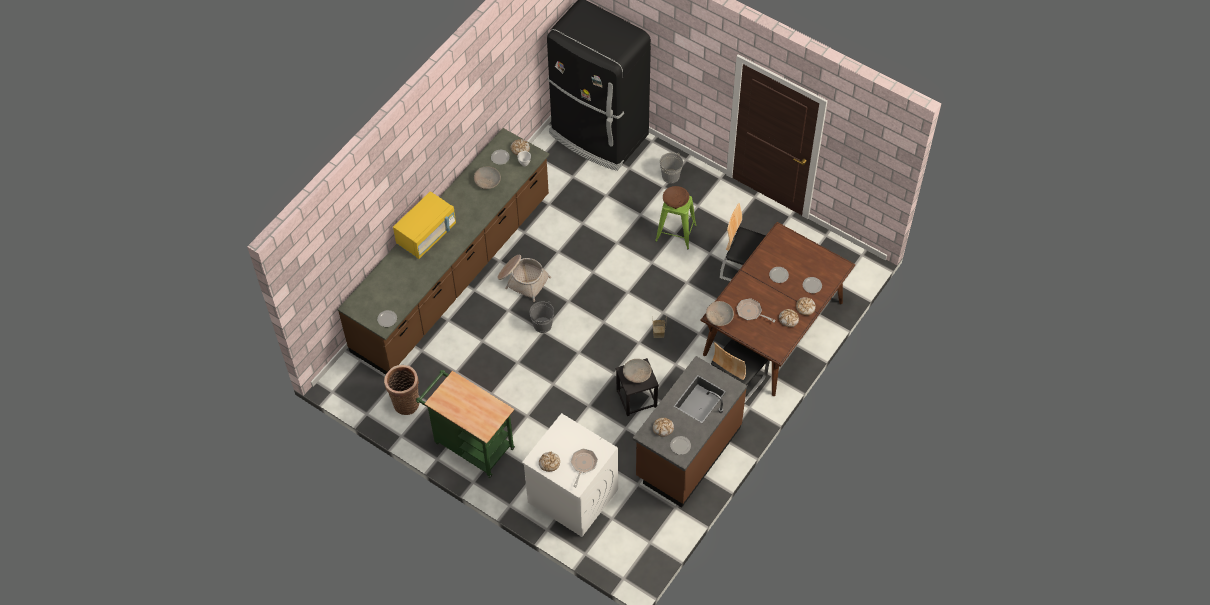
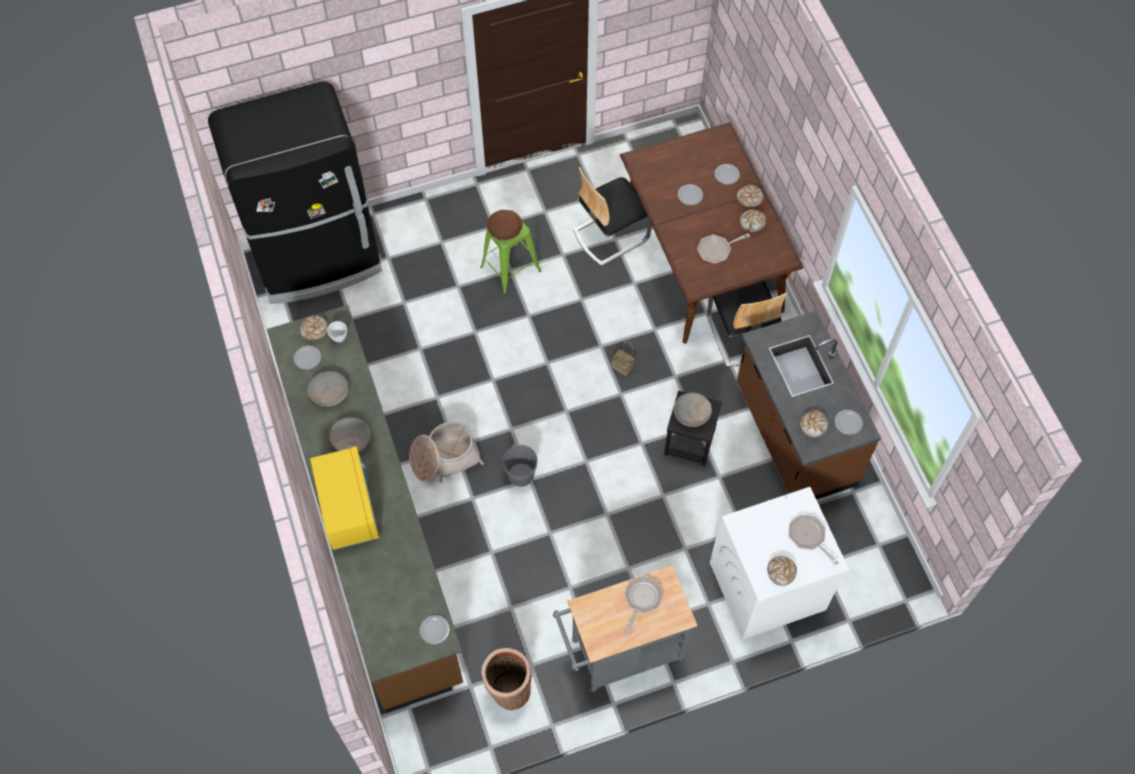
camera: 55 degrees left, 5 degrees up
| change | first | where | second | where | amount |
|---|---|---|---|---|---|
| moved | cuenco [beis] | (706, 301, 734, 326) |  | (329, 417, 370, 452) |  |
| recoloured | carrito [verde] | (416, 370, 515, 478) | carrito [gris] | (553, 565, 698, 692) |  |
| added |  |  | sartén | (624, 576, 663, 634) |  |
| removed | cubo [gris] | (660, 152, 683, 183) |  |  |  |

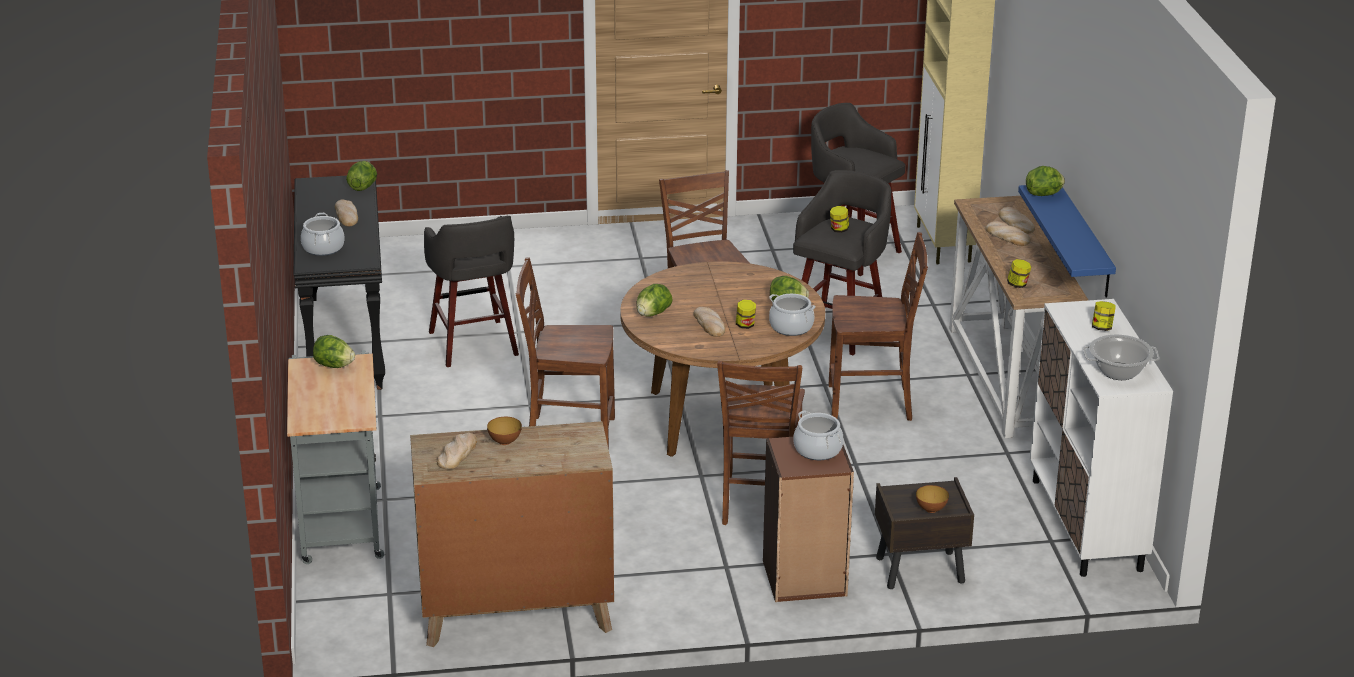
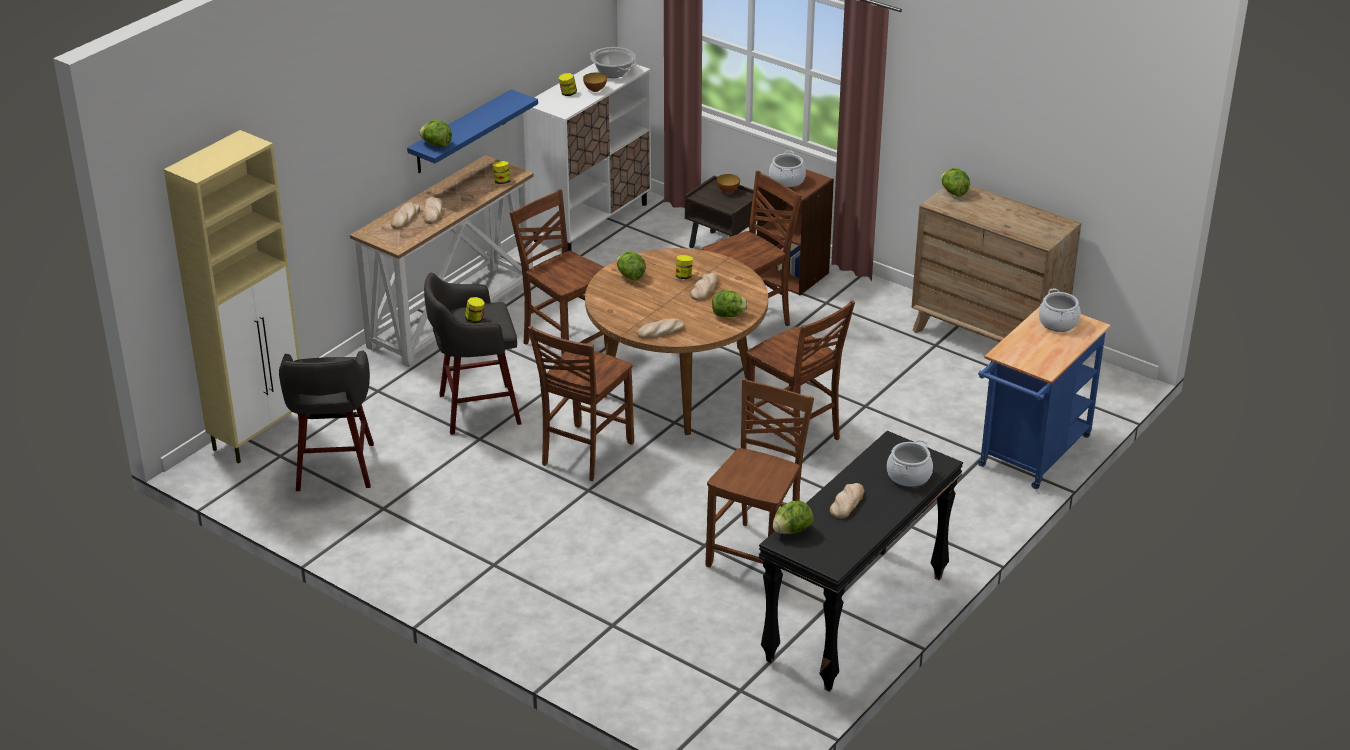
camera: 135 degrees left, 5 degrees up
| change | first | where | second | where | amount |
|---|---|---|---|---|---|
| moved | cuenco | (487, 417, 522, 445) |  | (583, 73, 607, 92) |  |
| moved | pan | (437, 433, 477, 470) |  | (637, 319, 685, 339) |  |
| replaced | taburete [gris] | (424, 216, 519, 367) | silla [marrón] | (706, 378, 814, 568) |  |
| moved | lechuga | (313, 335, 355, 368) |  | (941, 168, 970, 197) |  |
| recoloured | carrito [gris] | (287, 350, 384, 564) | carrito [azul] | (978, 306, 1111, 489) |  |
| moved | olla | (769, 294, 815, 336) |  | (1038, 288, 1081, 332) |  |

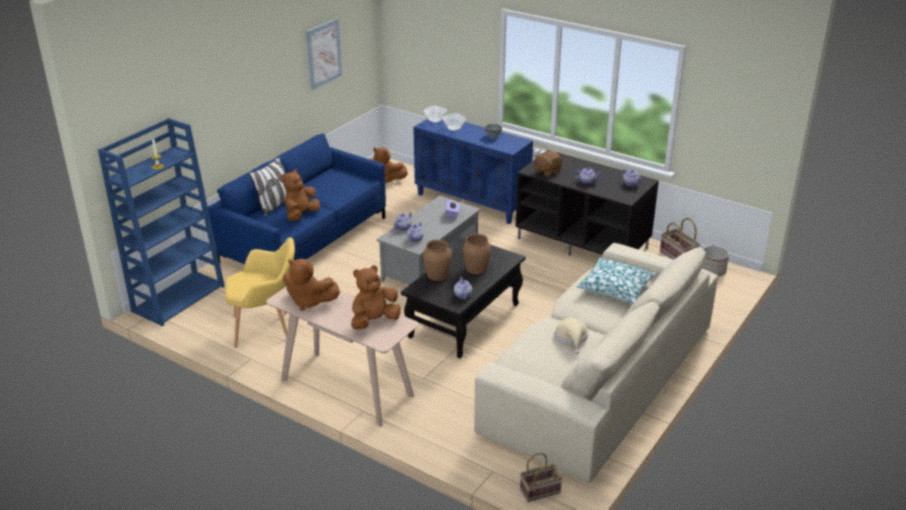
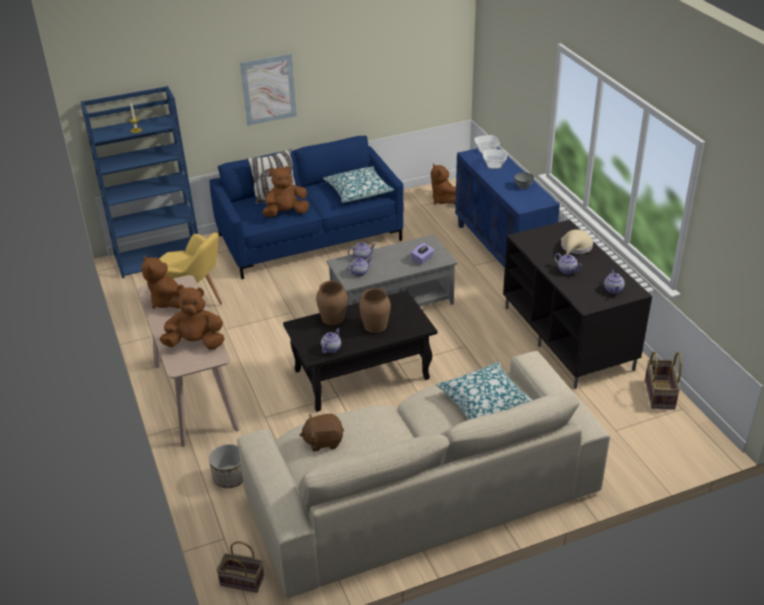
camera: 35 degrees right, 5 degrees up
| change | first | where | second | where | amount |
|---|---|---|---|---|---|
| moved | maceta | (702, 245, 729, 276) |  | (209, 444, 243, 488) |  |
| moved | cuadro | (306, 18, 342, 90) |  | (240, 54, 297, 125) |  |
| moved | peluche [marrón] | (534, 151, 562, 177) |  | (300, 414, 344, 451) |  |
| added |  |  | cojín | (323, 166, 394, 203) |  |
| moved | sombrero [beis] | (555, 318, 588, 354) |  | (561, 230, 593, 254) |  |

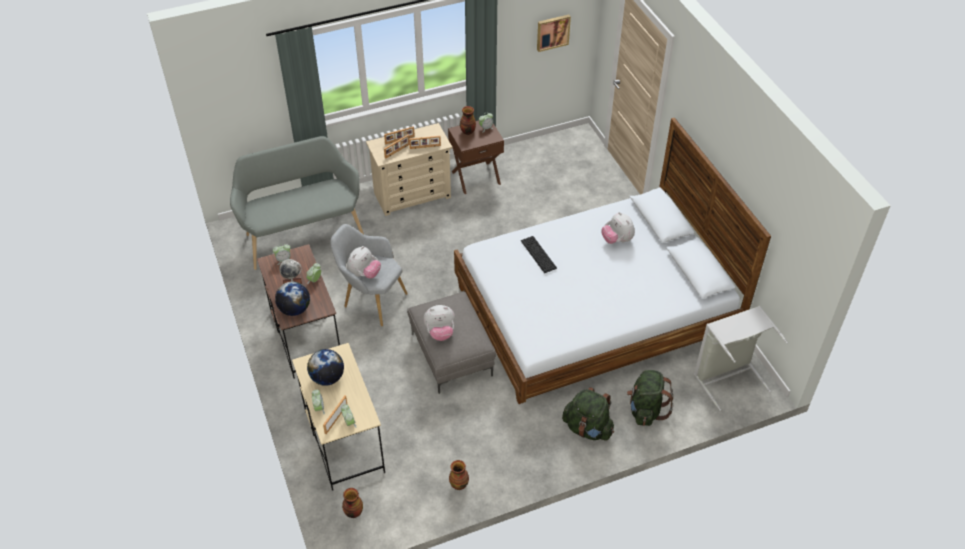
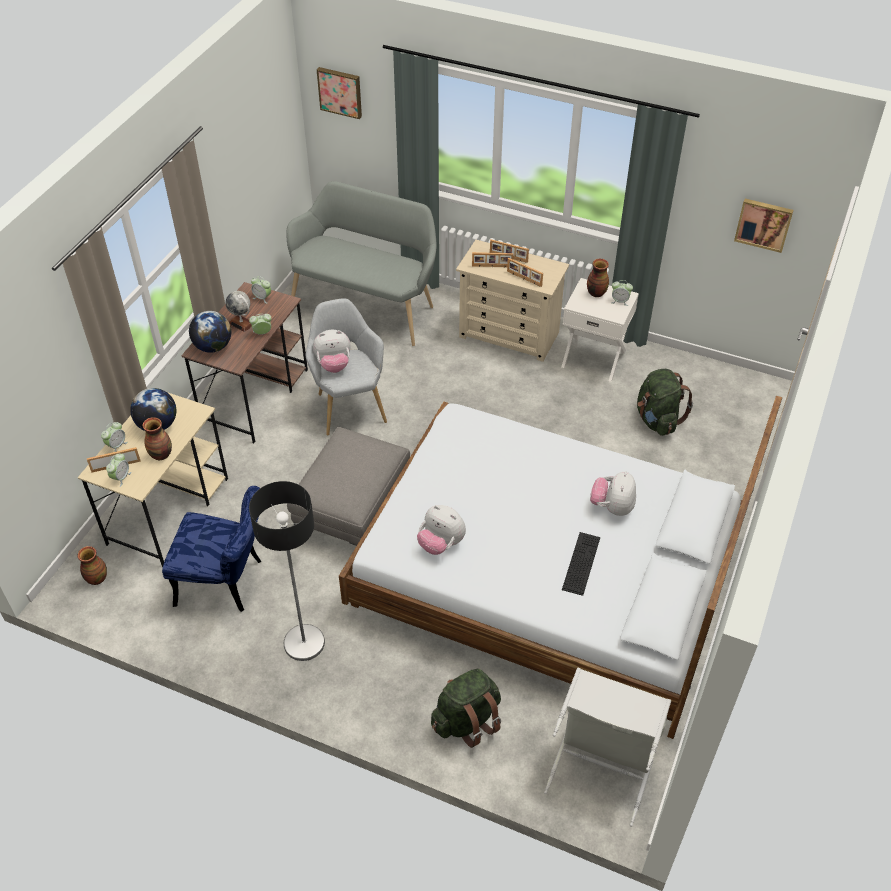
camera: 45 degrees right, 0 degrees up
| change | first | where | second | where | amount |
|---|---|---|---|---|---|
| moved | florero | (449, 460, 469, 490) |  | (142, 417, 172, 461) |  |
| added |  |  | silla [azul] | (162, 486, 261, 612) |  |
| added |  |  | lámpara de pie | (249, 481, 325, 661) |  |
| added |  |  | cuadro | (317, 67, 362, 119) |  |
| moved | peluche | (424, 305, 455, 341) |  | (417, 505, 466, 555) |  |
| recoloured | mesita de noche [marrón] | (448, 121, 504, 194) | mesita de noche [blanco] | (562, 278, 639, 382) |  |
| moved | teclado | (521, 236, 557, 273) |  | (562, 532, 600, 596) |  |
| moved | mochila [verde] | (562, 387, 614, 441) |  | (637, 369, 693, 436) |  |

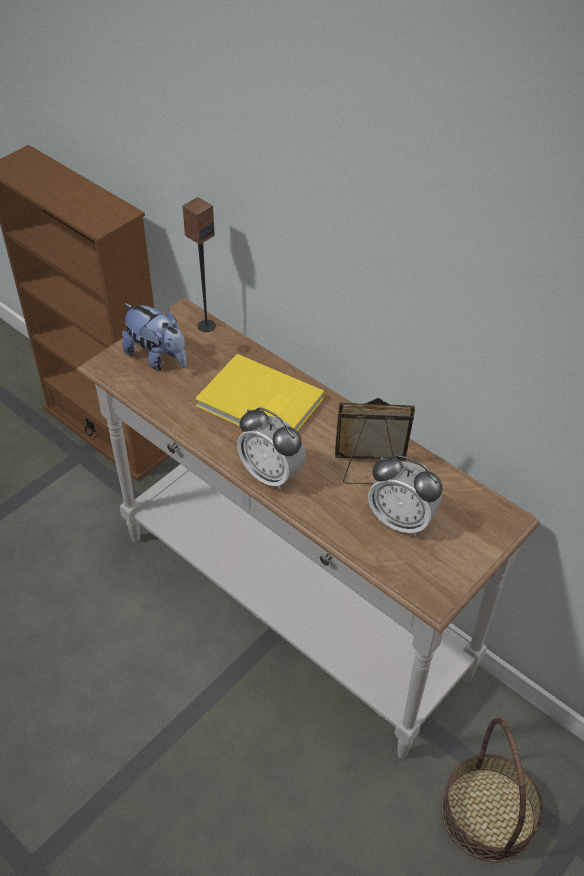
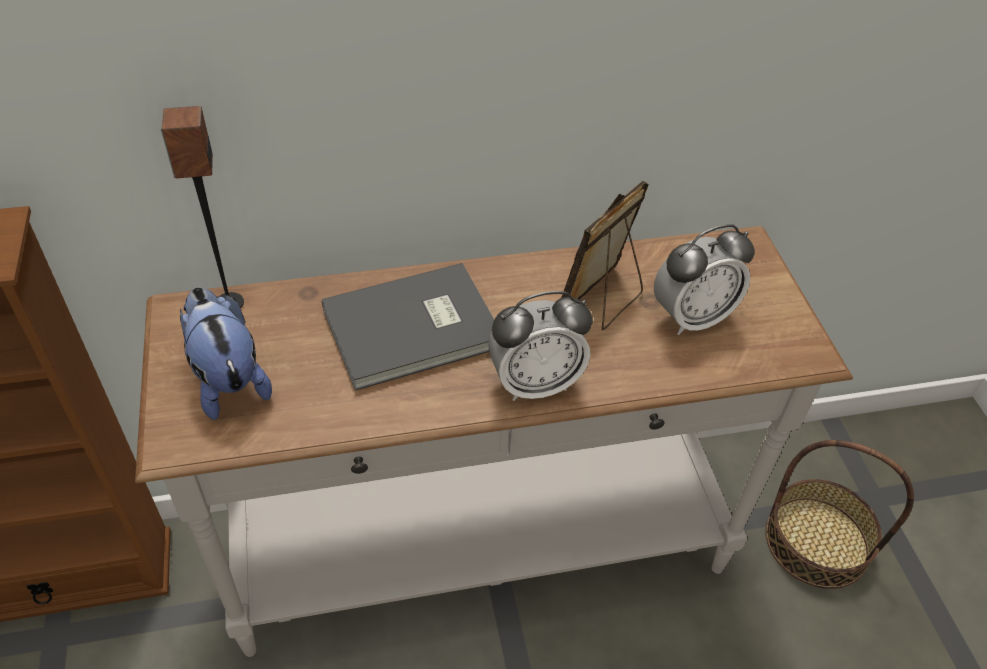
camera: 55 degrees left, 0 degrees up
| change | first | where | second | where | amount |
|---|---|---|---|---|---|
| turned | peluche | (122, 303, 187, 371) |  | (180, 287, 272, 420) | 105 degrees counterclockwise |
| recoloured | libro [amarillo] | (195, 354, 325, 431) | libro [gris] | (322, 263, 494, 391) |  |

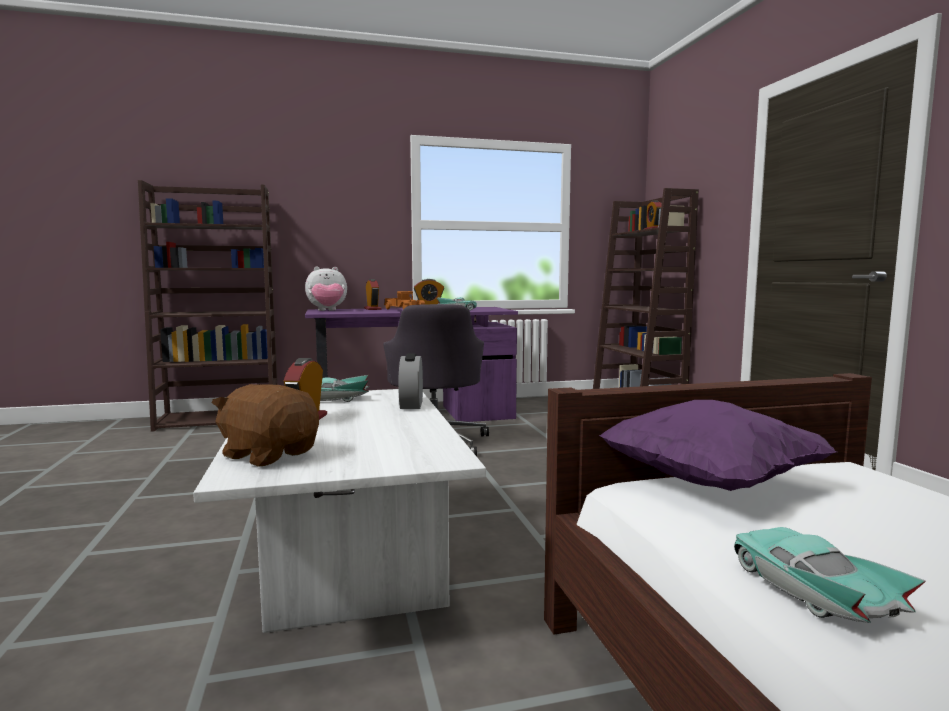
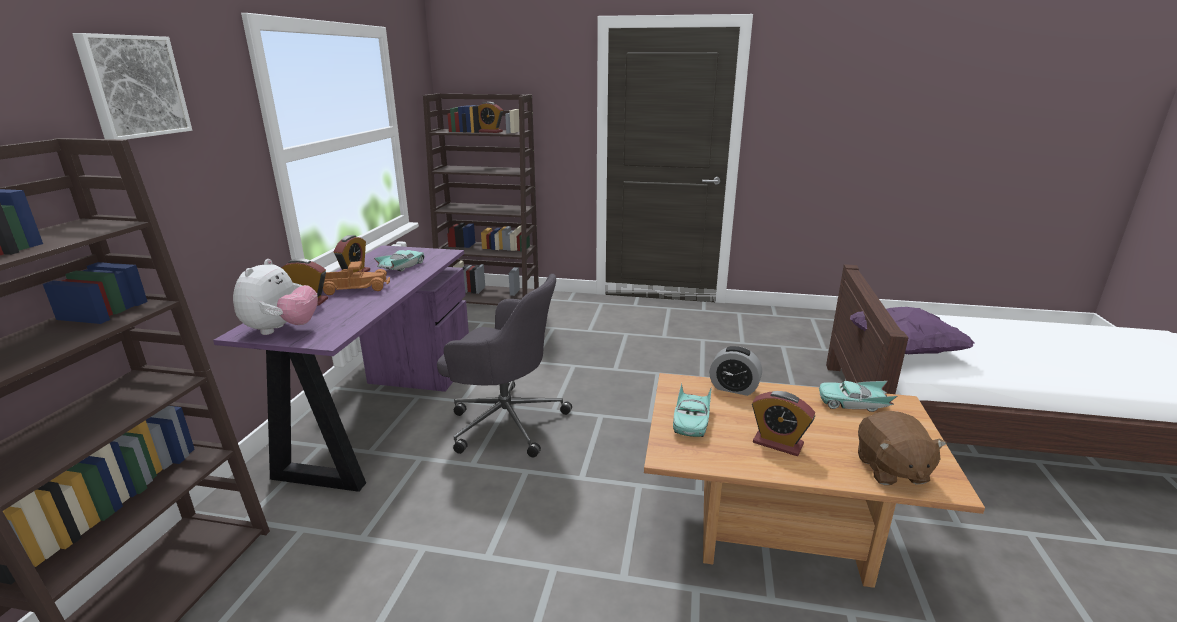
camera: 65 degrees left, 15 degrees up
| change | first | where | second | where | amount |
|---|---|---|---|---|---|
| added |  |  | cuadro | (72, 33, 192, 140) |  |
| recoloured | mesa de centro [blanco] | (193, 389, 486, 633) | mesa de centro [marrón] | (644, 373, 985, 588) |  |
| moved | coche de juguete [turquesa] | (734, 527, 926, 623) |  | (819, 381, 897, 412) |  |
| turned | peluche [marrón] | (211, 384, 319, 467) |  | (858, 411, 947, 485) | 60 degrees counterclockwise |

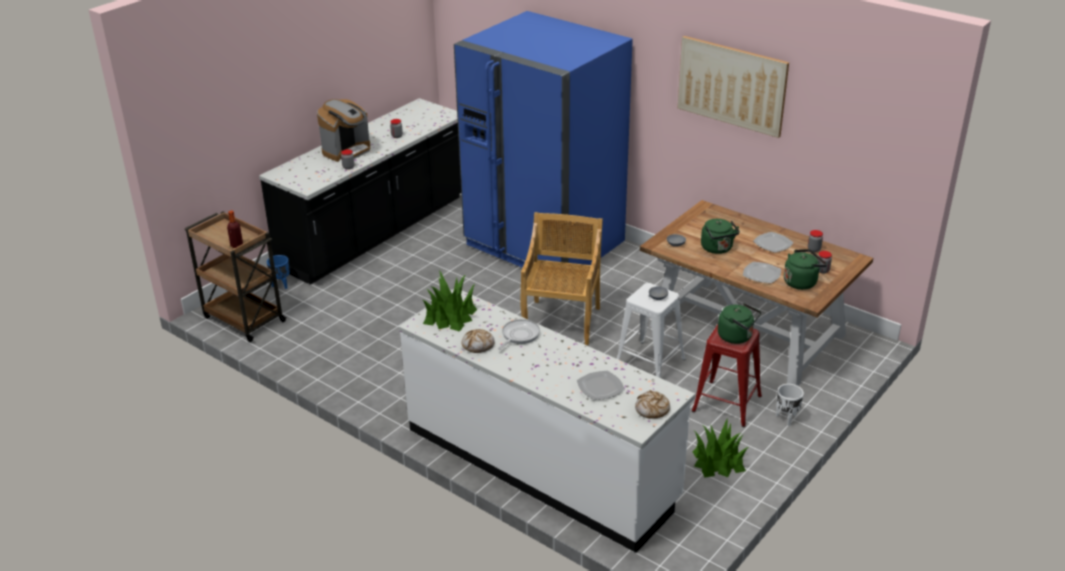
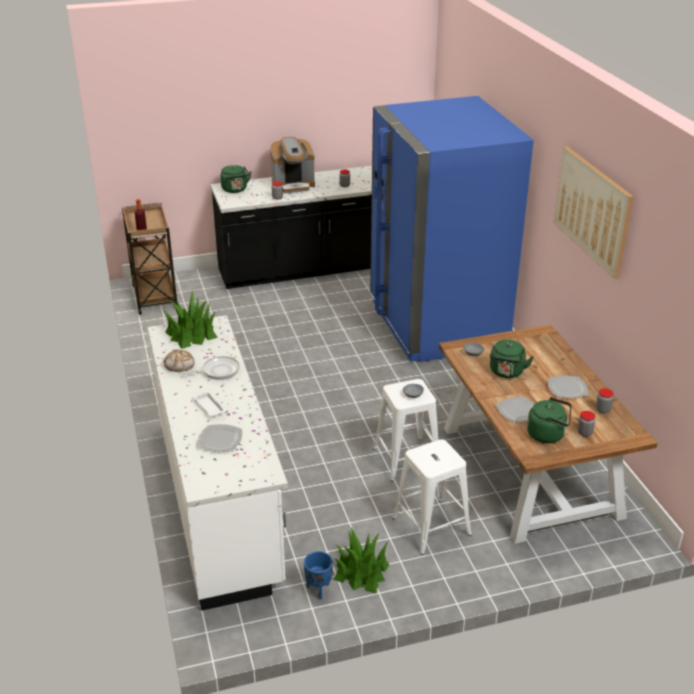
camera: 35 degrees right, 0 degrees up
| change | first | where | second | where | amount |
|---|---|---|---|---|---|
| added |  |  | bandeja [blanco] | (193, 391, 227, 417) |  |
| moved | hervidor [verde] | (718, 303, 761, 344) |  | (220, 165, 252, 193) |  |
| moved | maceta [azul] | (267, 255, 290, 289) |  | (304, 551, 333, 599) |  |
| recoloured | taburete [rojo] | (692, 324, 762, 427) | taburete [blanco] | (392, 439, 472, 555) |  |
| removed | silla [beis] | (520, 212, 603, 345) |  |  |  |
| removed | pan | (635, 390, 670, 419) |  |  |  |
| removed | maceta [blanco] | (776, 384, 804, 426) |  |  |  |

